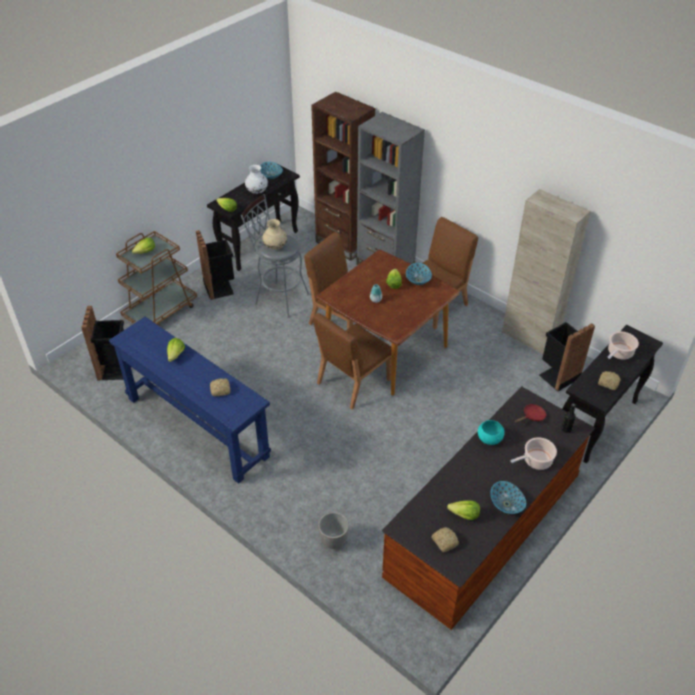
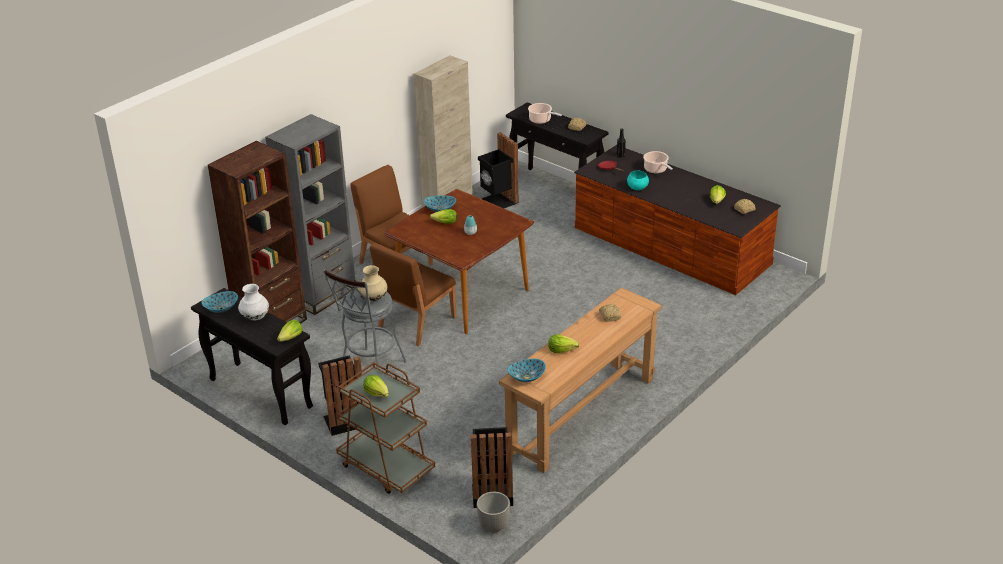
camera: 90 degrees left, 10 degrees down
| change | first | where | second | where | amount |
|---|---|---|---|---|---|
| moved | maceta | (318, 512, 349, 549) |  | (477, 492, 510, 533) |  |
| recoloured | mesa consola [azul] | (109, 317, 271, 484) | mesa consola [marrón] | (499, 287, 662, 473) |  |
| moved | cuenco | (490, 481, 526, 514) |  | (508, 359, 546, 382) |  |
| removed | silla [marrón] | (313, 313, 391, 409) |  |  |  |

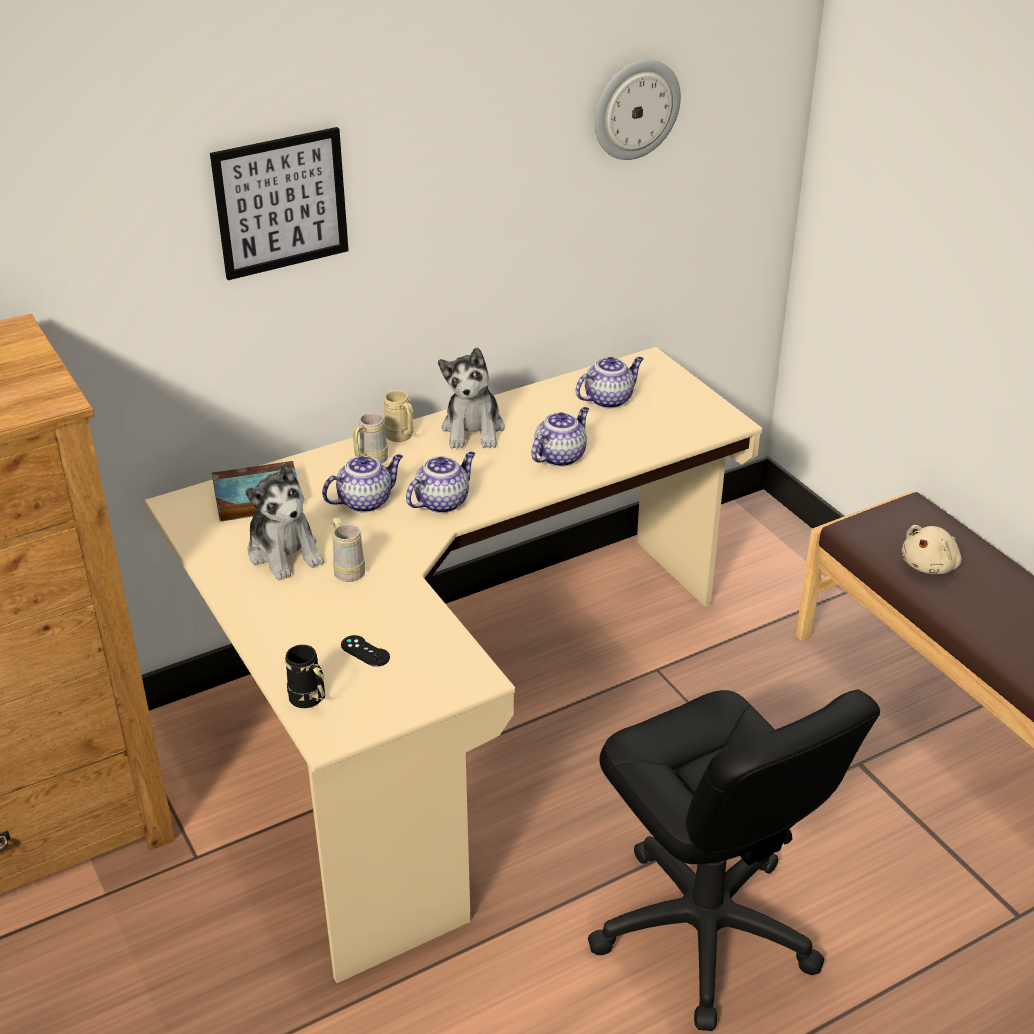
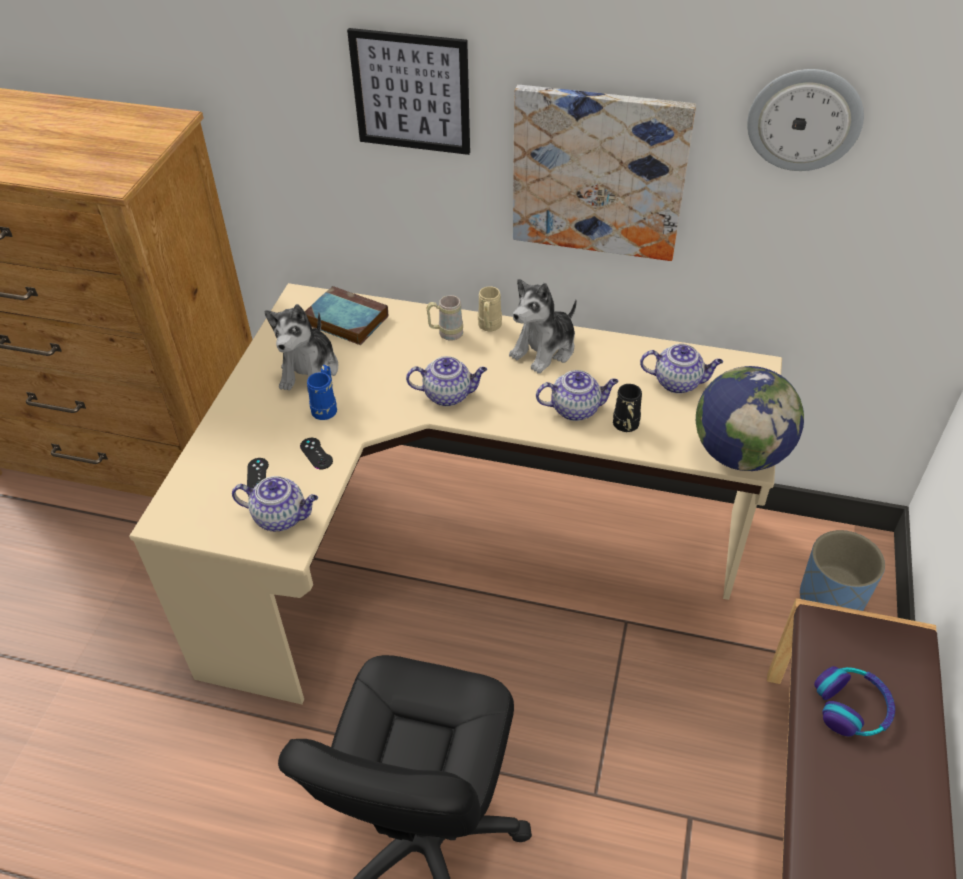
camera: 45 degrees right, 10 degrees up
| change | first | where | second | where | amount |
|---|---|---|---|---|---|
| moved | tetera | (322, 454, 403, 513) |  | (232, 476, 318, 531) |  |
| added |  |  | mando de consola [negro] | (300, 438, 333, 469) |  |
| recoloured | taza grande [beis] | (331, 518, 365, 582) | taza grande [azul] | (307, 364, 337, 420) |  |
| added |  |  | cuadro | (513, 85, 696, 261) |  |
| moved | taza grande [negro] | (285, 645, 325, 708) |  | (613, 384, 642, 432) |  |
| added |  |  | globo terráqueo | (696, 366, 804, 471) |  |
| added |  |  | maceta [azul] | (800, 530, 885, 611) |  |
| replaced | peluche [beis] | (902, 525, 962, 574) | auriculares | (814, 666, 895, 736) |  |

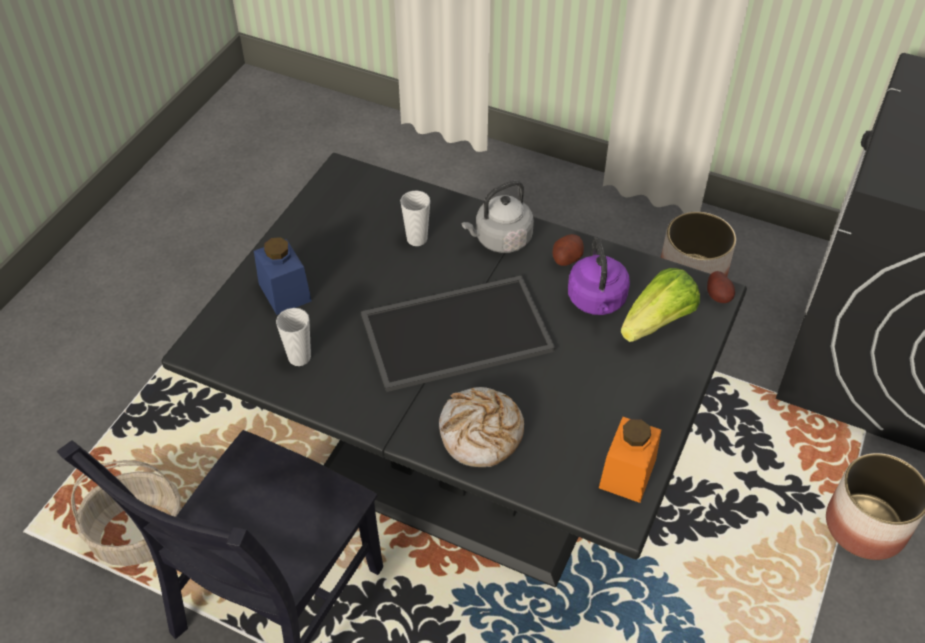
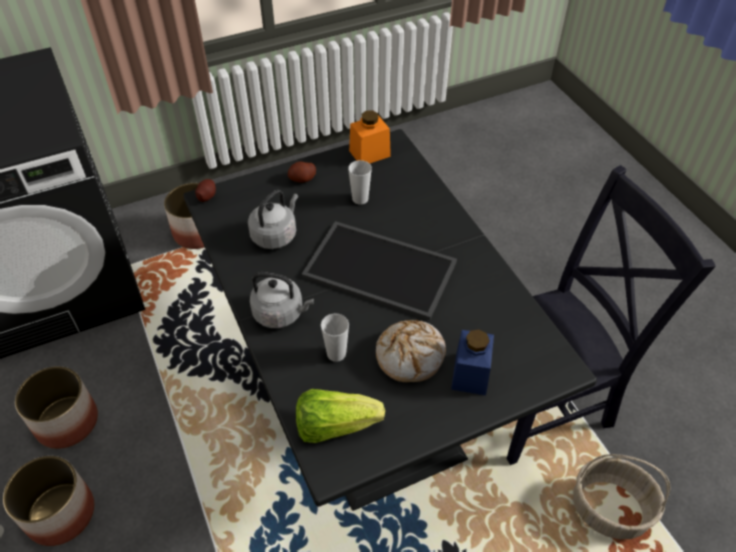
camera: 140 degrees left, 0 degrees up
| change | first | where | second | where | amount |
|---|---|---|---|---|---|
| added |  |  | maceta | (3, 456, 94, 546) |  |
| recoloured | hervidor [morado] | (568, 237, 630, 315) | hervidor [gris] | (248, 190, 298, 249) |  |
| moved | patata | (553, 234, 584, 266) |  | (288, 161, 316, 183) |  |
| moved | lechuga | (621, 268, 700, 342) |  | (296, 389, 385, 443) |  |
| moved | taza | (276, 308, 311, 366) |  | (348, 160, 372, 205) |  |
| moved | pan | (439, 387, 524, 467) |  | (376, 320, 446, 382) |  |

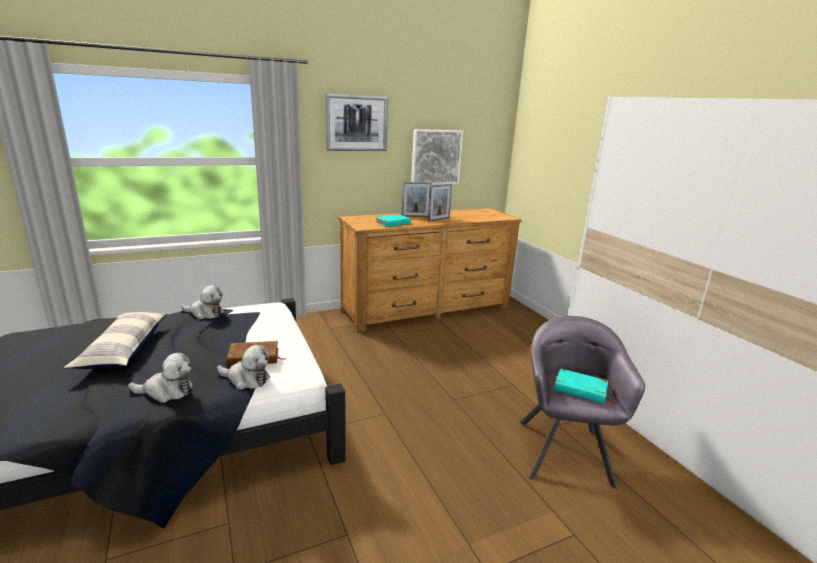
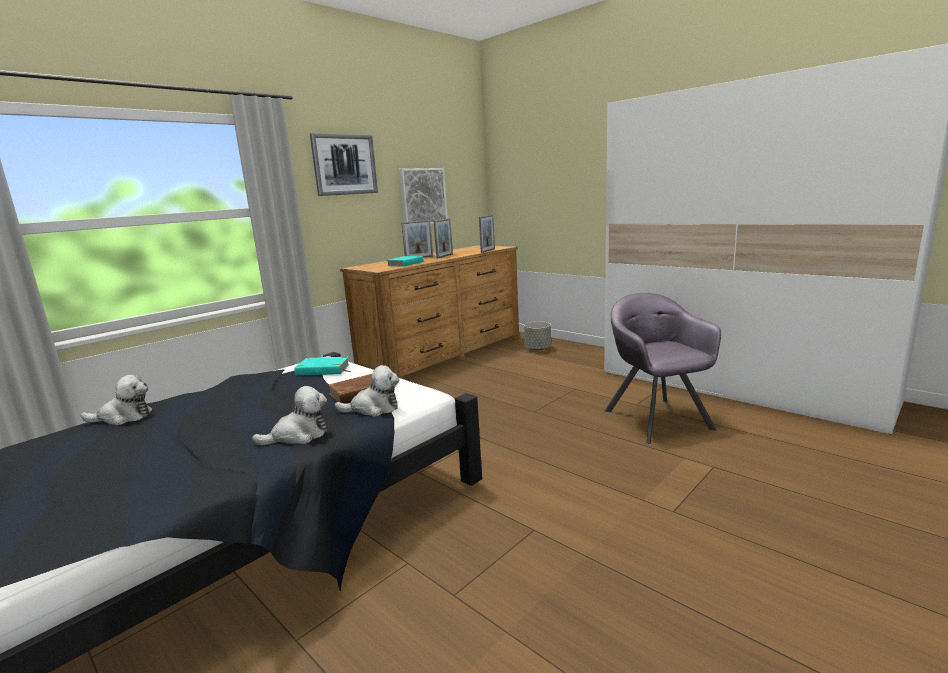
camera: 20 degrees left, 5 degrees down
| change | first | where | second | where | amount |
|---|---|---|---|---|---|
| moved | peluche | (181, 285, 224, 319) |  | (80, 375, 152, 425) |  |
| moved | libro [turquesa] | (554, 368, 614, 404) |  | (294, 356, 351, 376) |  |
| added |  |  | portarretratos | (479, 215, 495, 253) |  |
| added |  |  | maceta [gris] | (524, 321, 551, 351) |  |
| removed | cojín | (64, 312, 167, 369) |  |  |  |

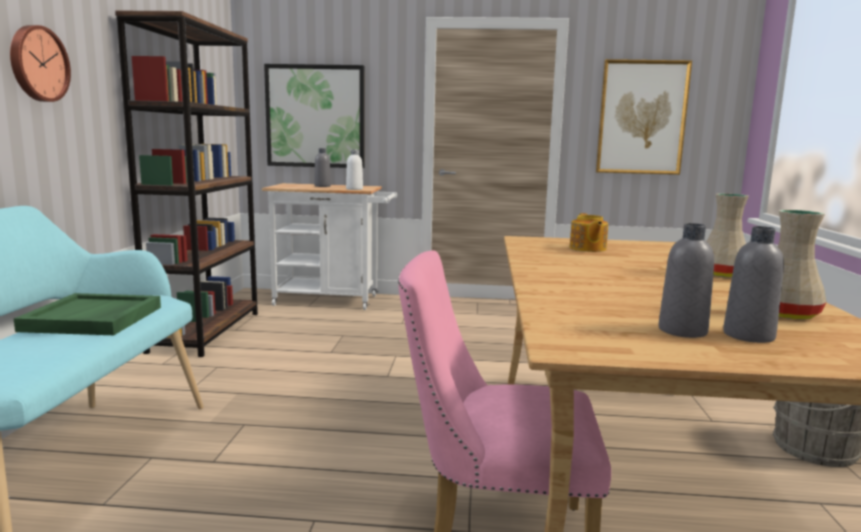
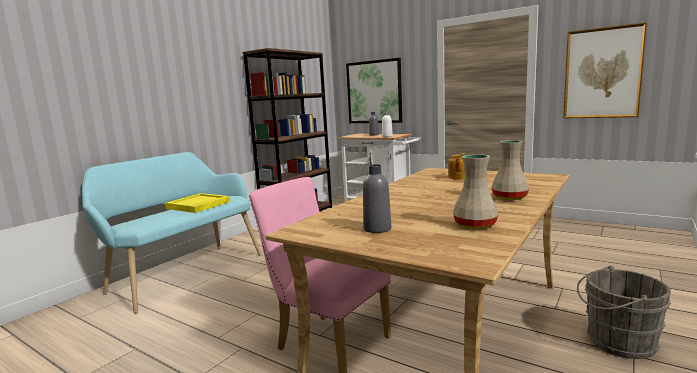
camera: 30 degrees right, 0 degrees up
| change | first | where | second | where | amount |
|---|---|---|---|---|---|
| recoloured | bandeja [verde] | (14, 293, 161, 335) | bandeja [amarillo] | (165, 193, 230, 213) |  |
| removed | reloj de pared | (10, 25, 71, 102) |  |  |  |
| removed | botella [gris] | (723, 226, 784, 343) |  |  |  |

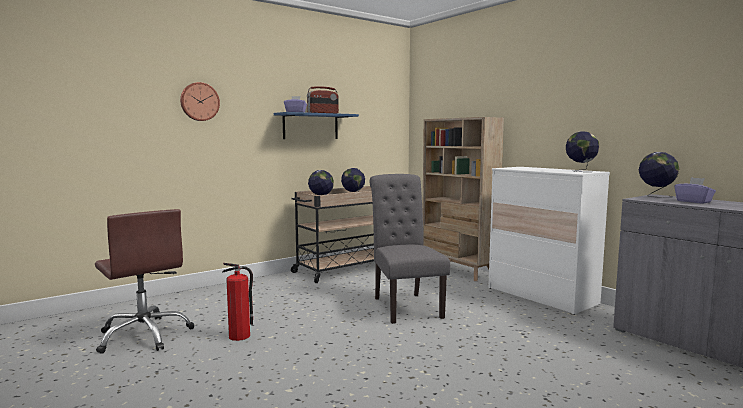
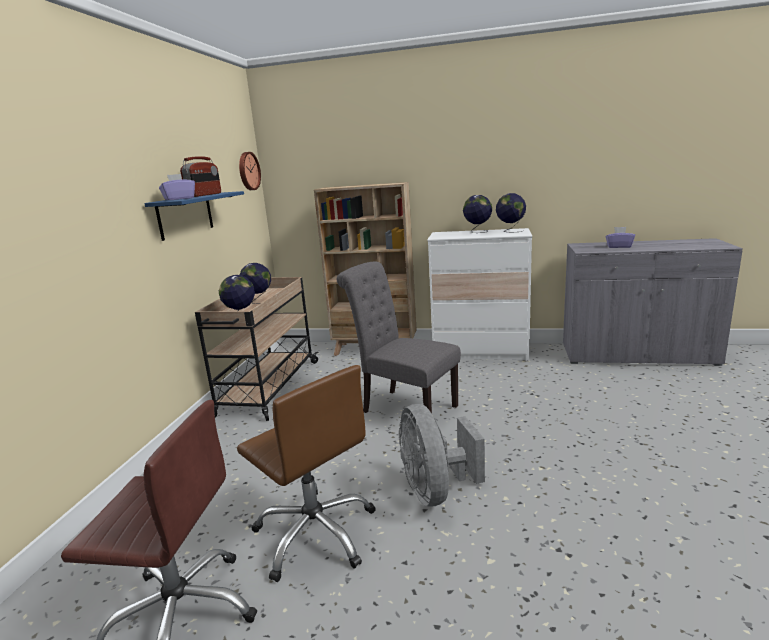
camera: 40 degrees left, 10 degrees up
| change | first | where | second | where | amount |
|---|---|---|---|---|---|
| replaced | extintor | (222, 263, 253, 341) | silla de oficina [marrón] | (237, 365, 375, 582) |  |
| moved | reloj de pared | (180, 82, 220, 121) |  | (239, 152, 261, 190) |  |
| added |  |  | ventilador [gris] | (399, 404, 485, 507) |  |
| moved | globo terráqueo | (639, 152, 679, 198) |  | (463, 195, 492, 233) |  |

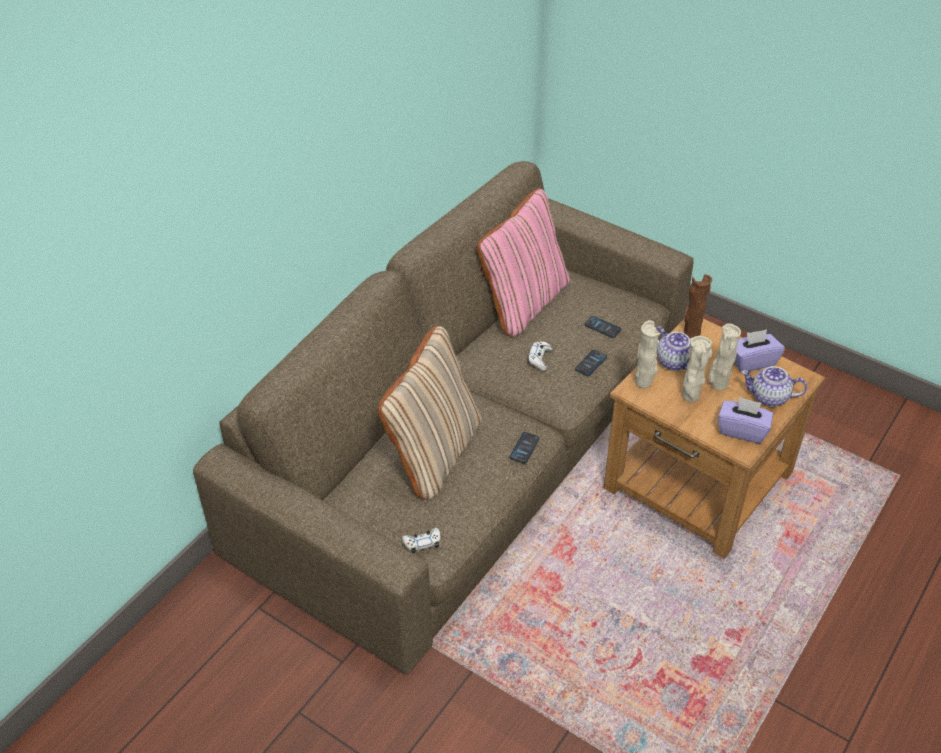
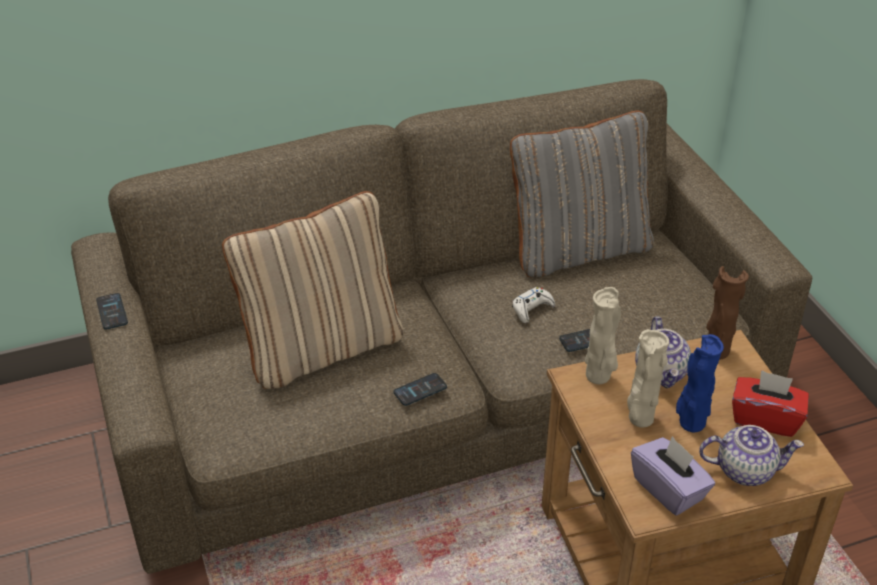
camera: 35 degrees right, 5 degrees down
| change | first | where | second | where | amount |
|---|---|---|---|---|---|
| moved | móvil | (585, 316, 621, 338) |  | (96, 293, 128, 329) |  |
| recoloured | cojín [rosa] | (477, 188, 570, 337) | cojín [gris] | (510, 110, 654, 277) |  |
| recoloured | florero [beis] | (709, 323, 741, 391) | florero [azul] | (676, 334, 724, 432) |  |
| turned | tetera | (741, 366, 807, 407) |  | (699, 425, 804, 486) | 135 degrees clockwise |
| recoloured | caja de pañuelos [morado] | (734, 329, 785, 372) | caja de pañuelos [rojo] | (732, 370, 809, 437) |  |
| removed | mando de consola [blanco] | (402, 527, 440, 553) |  |  |  |

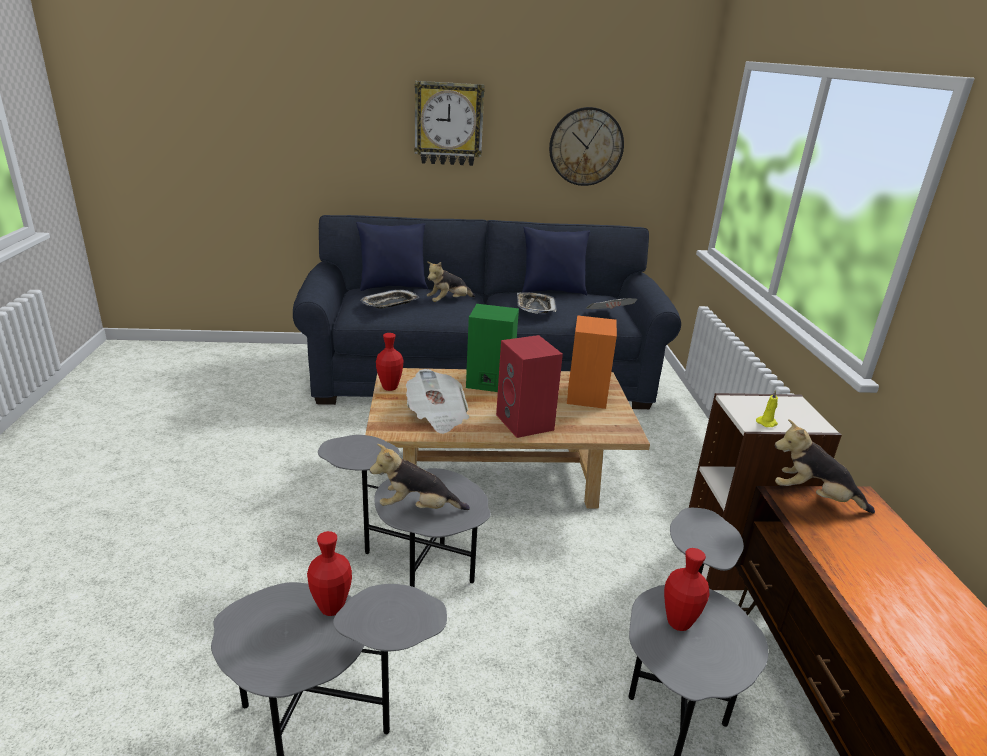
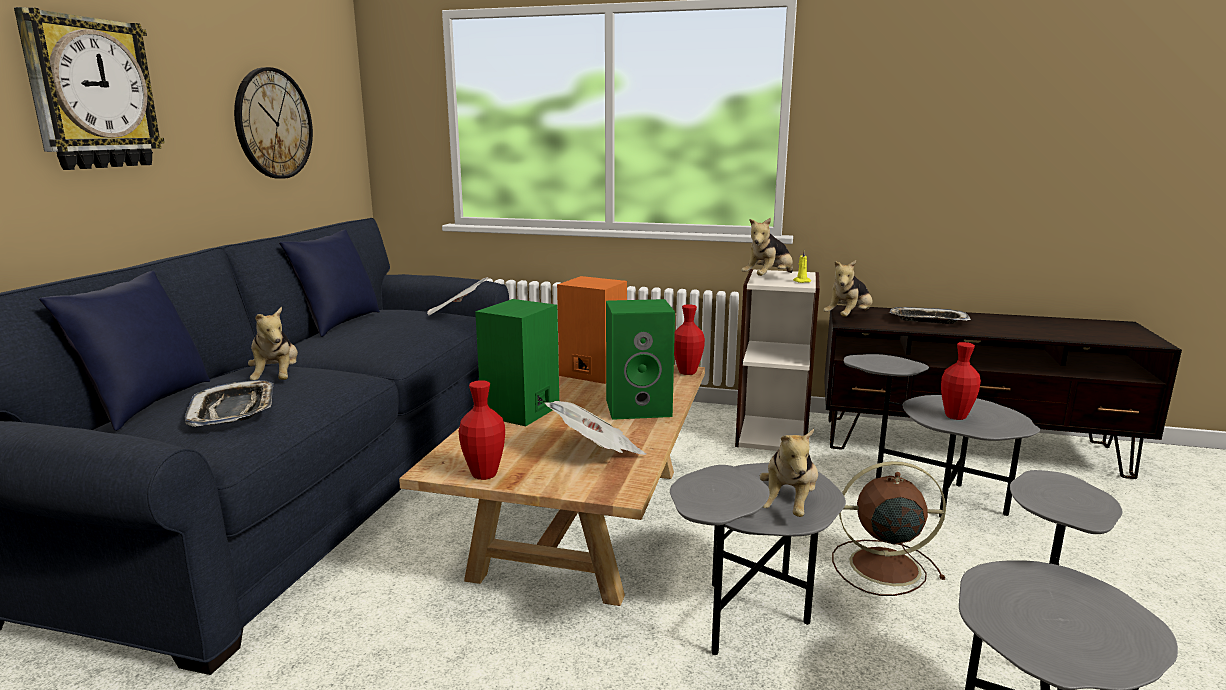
camera: 70 degrees left, 10 degrees down
| change | first | where | second | where | amount |
|---|---|---|---|---|---|
| recoloured | altavoz [rojo] | (496, 335, 563, 438) | altavoz [verde] | (606, 299, 675, 420) |  |
| moved | florero [rojo] | (307, 531, 352, 616) |  | (674, 304, 705, 375) |  |
| added |  |  | peluche | (741, 217, 793, 276) |  |
| added |  |  | ventilador [marrón] | (832, 461, 946, 596) |  |
| moved | bandeja | (517, 292, 557, 314) |  | (889, 307, 971, 324) |  |

